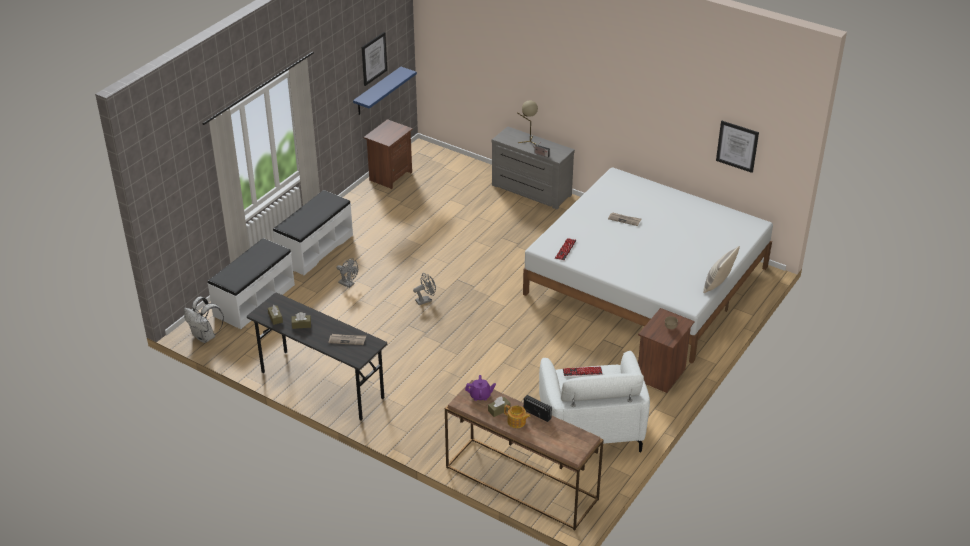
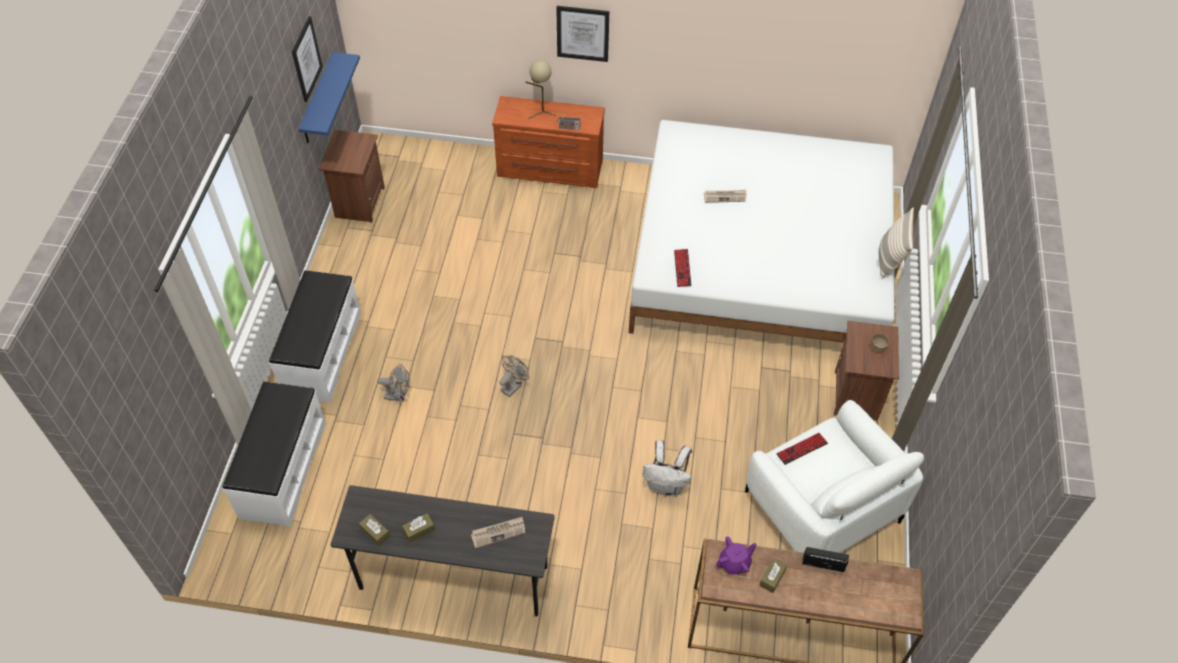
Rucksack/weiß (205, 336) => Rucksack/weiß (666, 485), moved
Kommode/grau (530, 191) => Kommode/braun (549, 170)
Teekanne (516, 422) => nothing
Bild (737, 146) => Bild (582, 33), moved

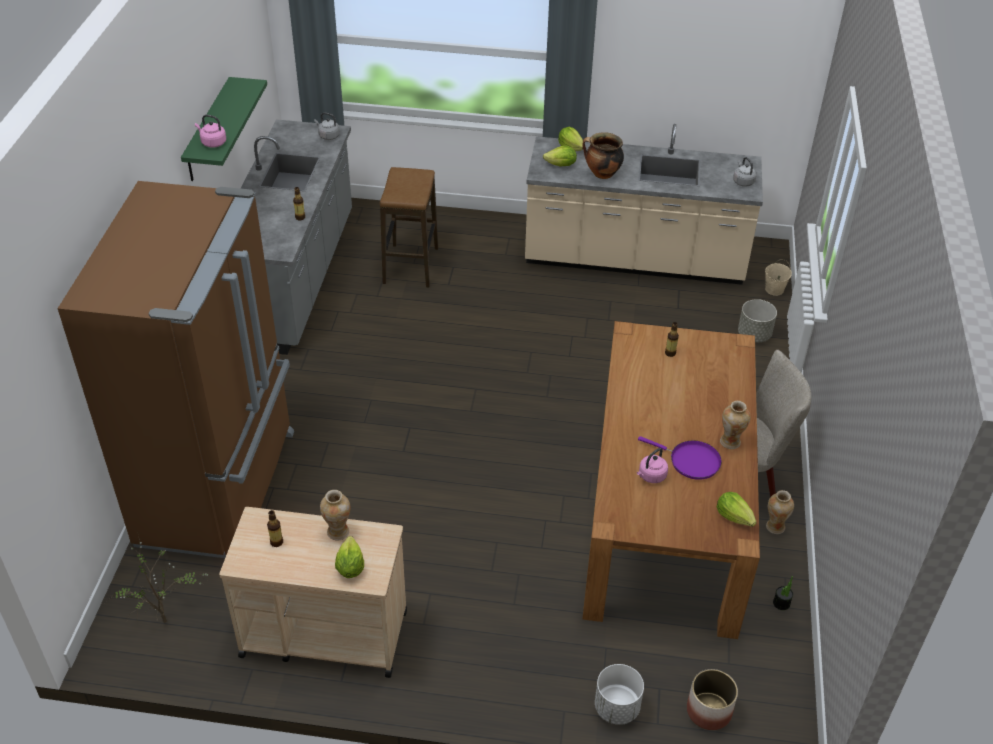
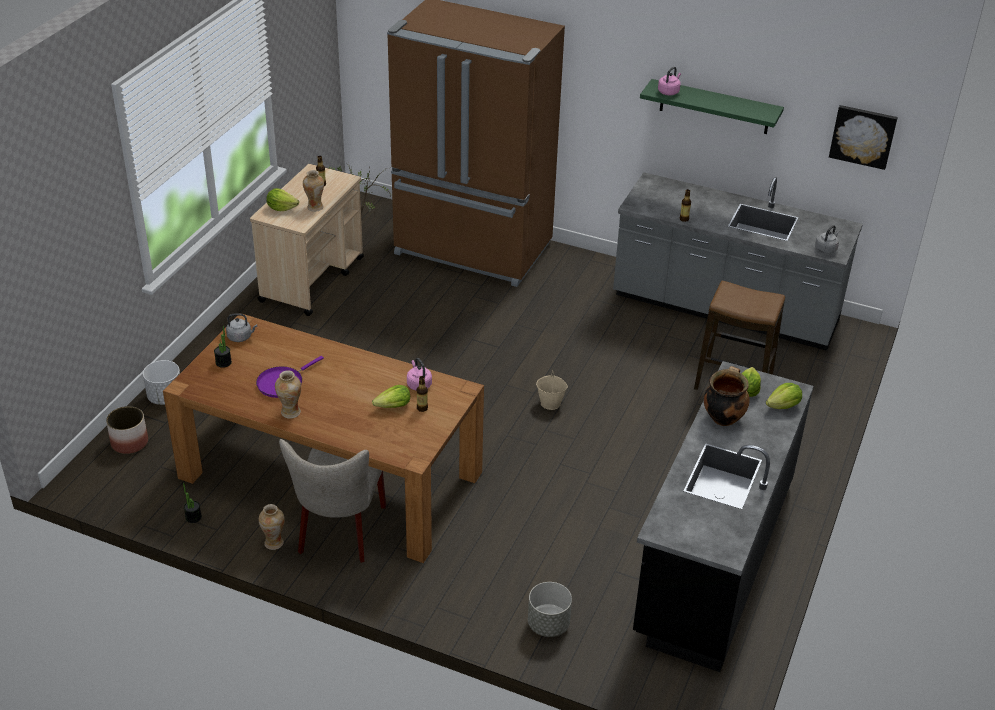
Küchenzeile/beige (634, 260) => Küchenzeile/schwarz (713, 558)
Wasserkessel/rosa (651, 476) => Wasserkessel/rosa (418, 384), moved
Salatkopf (734, 516) => Salatkopf (393, 406), moved
Wasserkessel/grau (743, 181) => Wasserkessel/grau (241, 337), moved
Eimer/beige (774, 289) => Eimer/beige (550, 403), moved
nothing => Topfpflanze (223, 362)
nothing => Bild (863, 136)

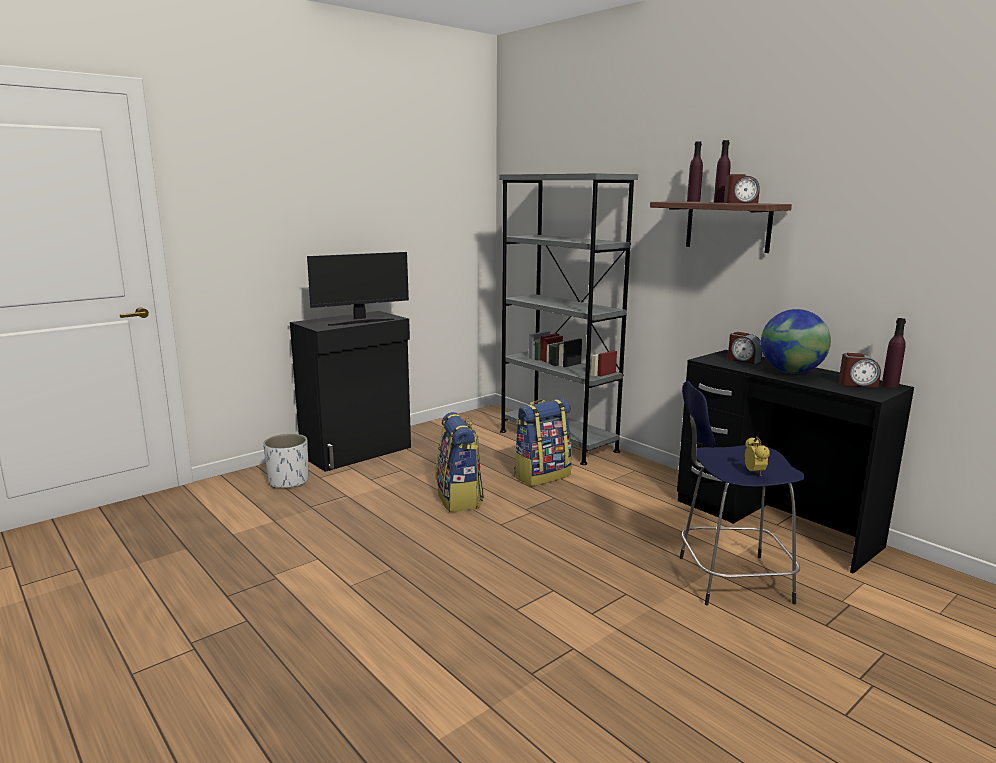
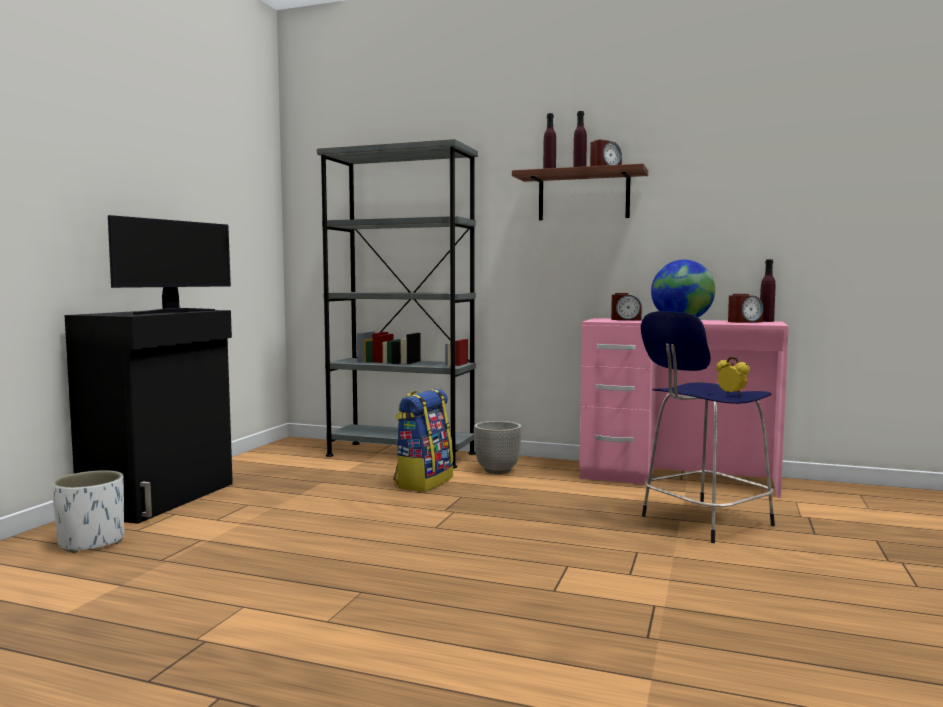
Rucksack (460, 499) => nothing
Schreibtisch/schwarz (774, 523) => Schreibtisch/rosa (678, 478)
nothing => Pflanzkübel (497, 470)

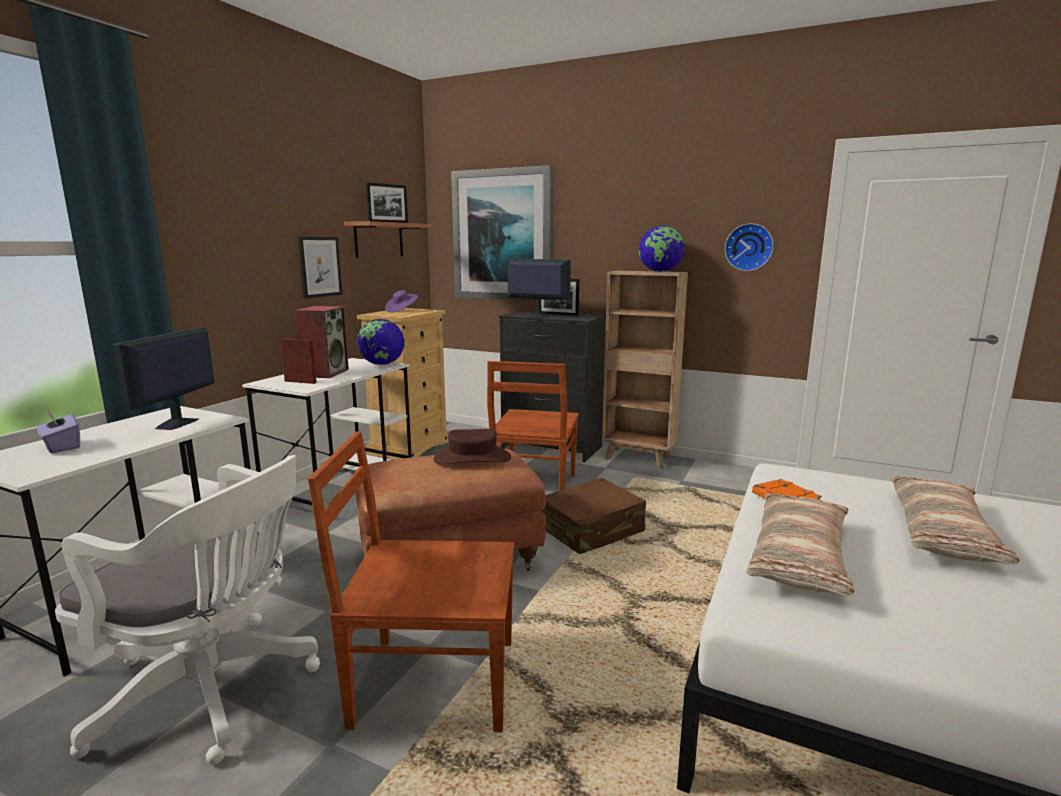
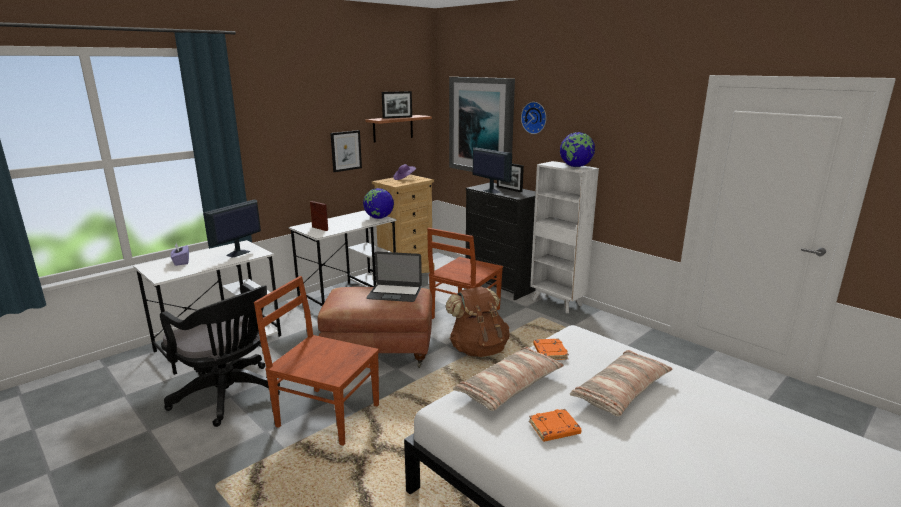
Bürostuhl/weiß (215, 691) => Bürostuhl/schwarz (230, 396)
Lautsprecher (324, 373) => nothing
Hut/braun (472, 458) => Laptop (394, 293)
Koffer/braun (591, 530) => Rucksack/braun (478, 349)
Bücherregal/braun (639, 458) => Bücherregal/weiß (557, 303)
Wanduhr (749, 247) => Wanduhr (535, 117), moved
nothing => Buch/orange (554, 429)

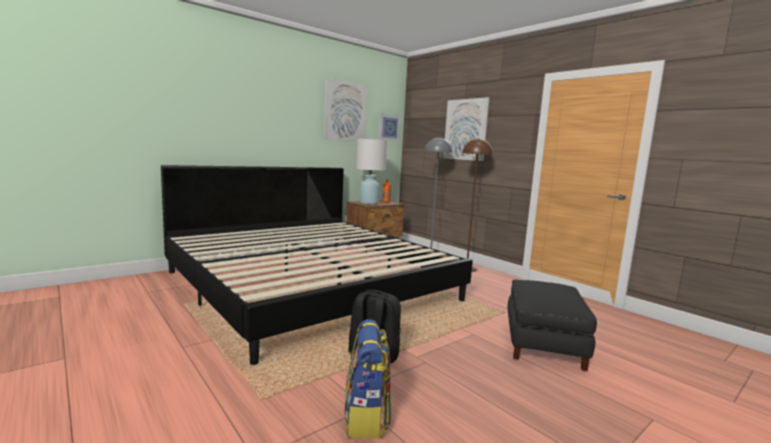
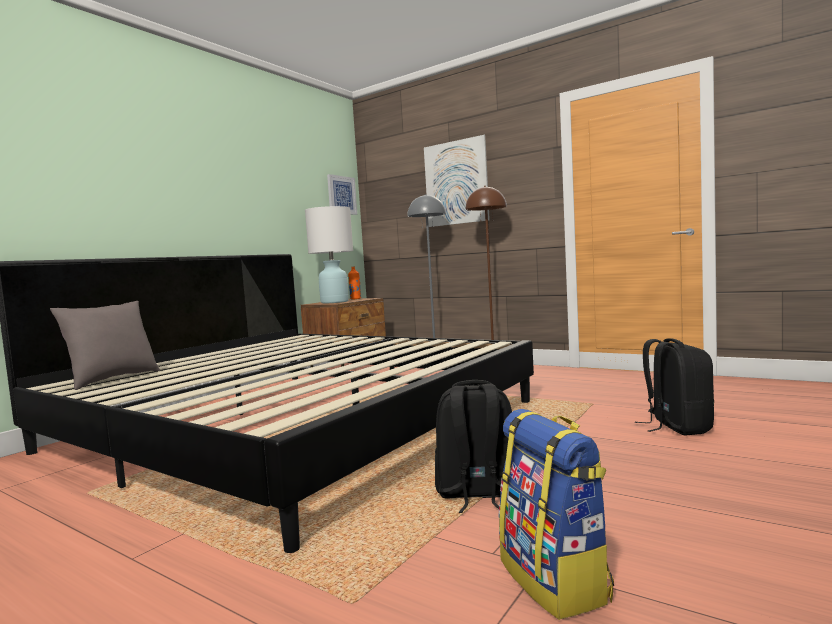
Bild (345, 111) => nothing
Polsterhocker/schwarz (542, 343) => Rucksack/schwarz (676, 427)
nothing => Kissen/grau (112, 380)

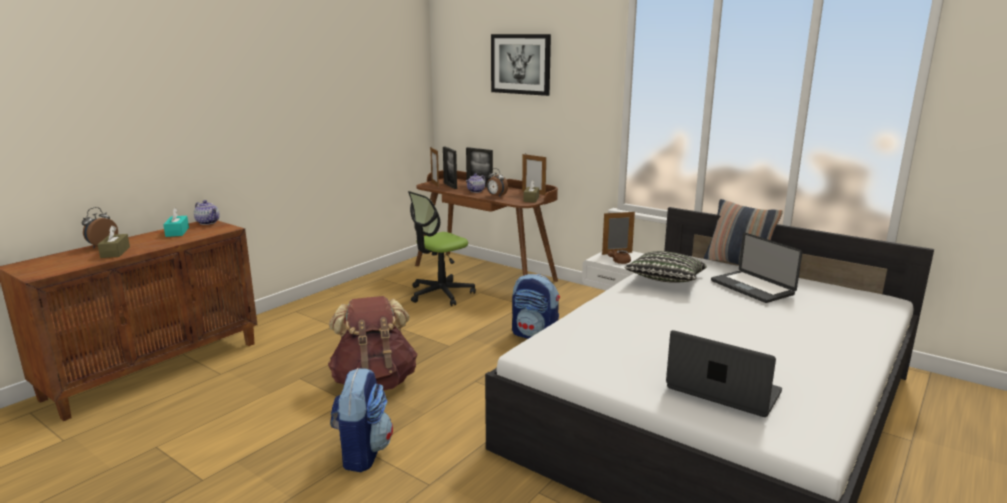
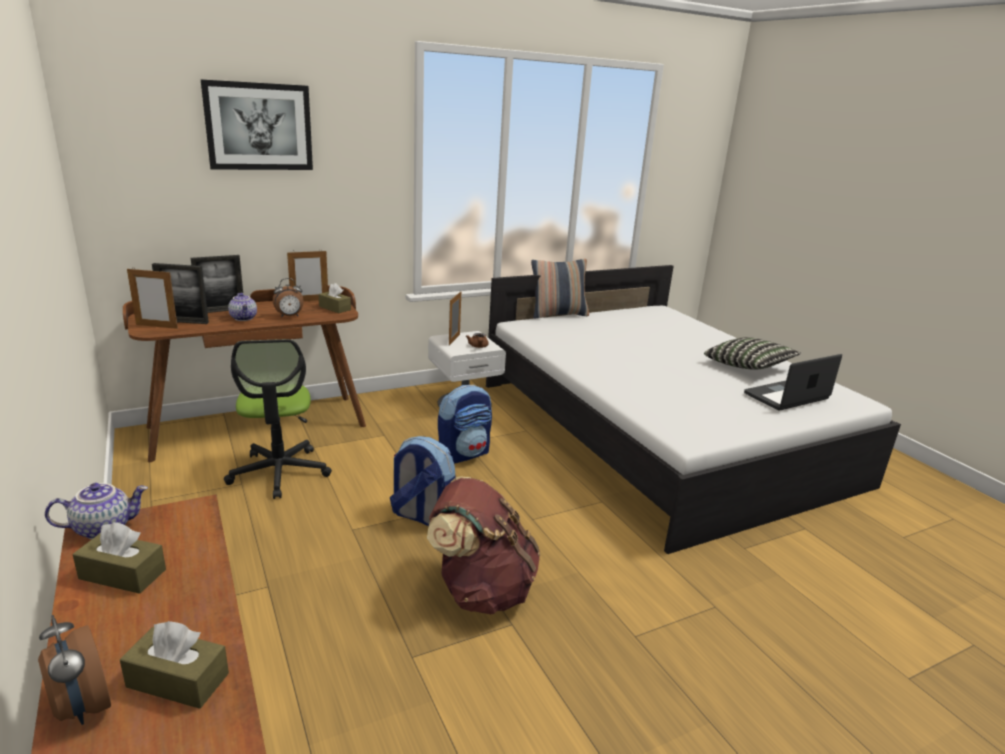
Taschentuchbox/türkis (177, 232) => Taschentuchbox/braun (123, 574)
Rucksack (362, 453) => Rucksack (422, 517), moved
Kissen (665, 281) => Kissen (748, 367), moved
Laptop (751, 288) => nothing

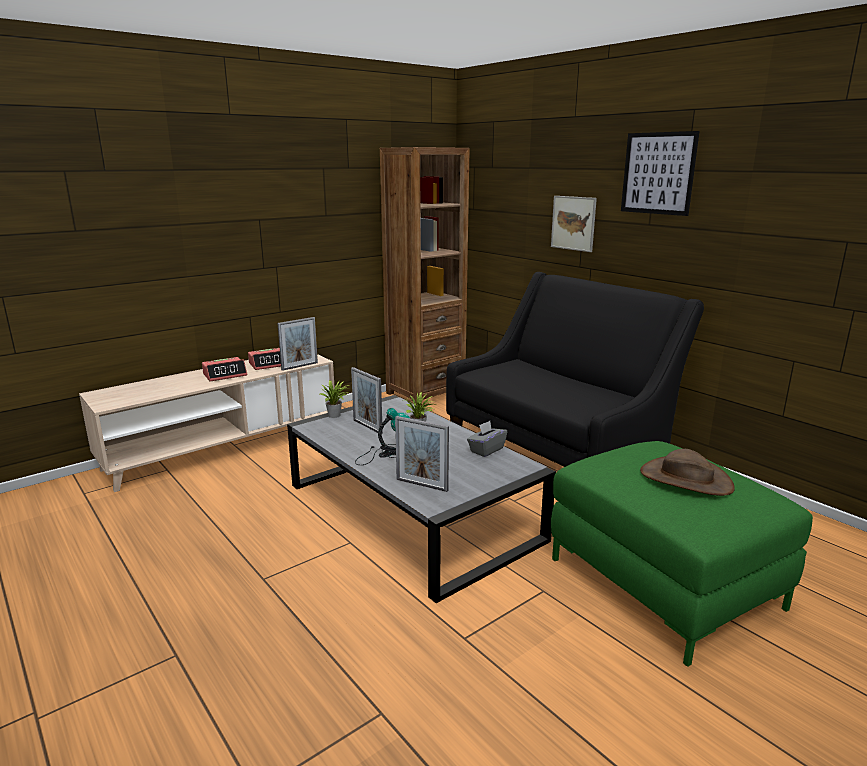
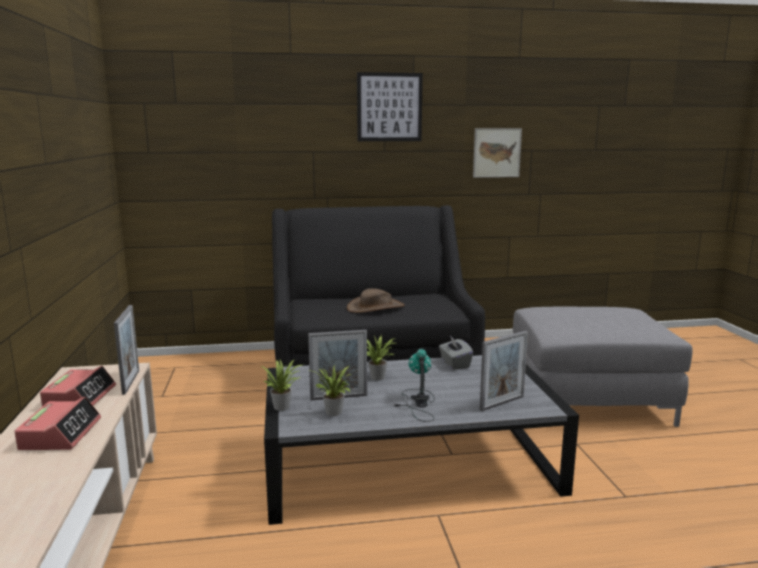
Bücherregal/braun (425, 393) => nothing
Bild (573, 223) => Bild (496, 152), moved
Polsterhocker/grün (664, 583) => Polsterhocker/grau (589, 401)
Hut/braun (685, 479) => Hut/braun (376, 307), moved
nothing => Topfpflanze (334, 413)

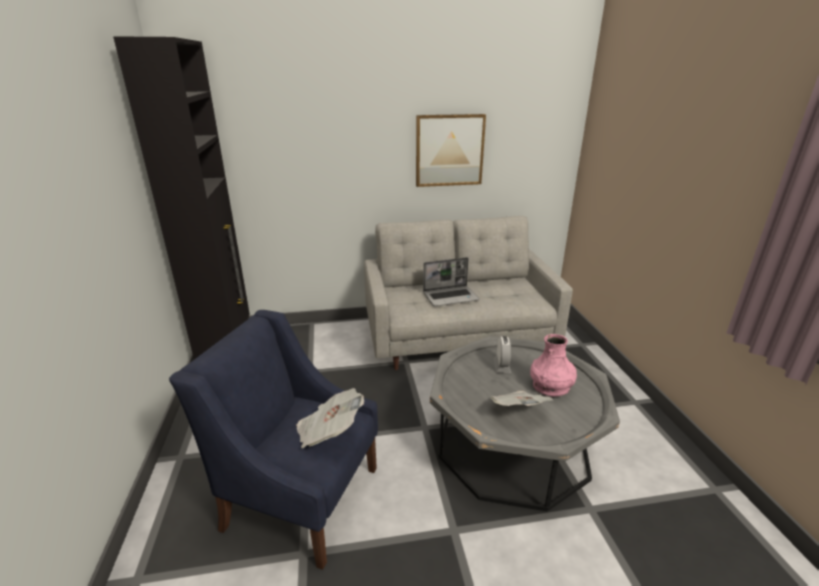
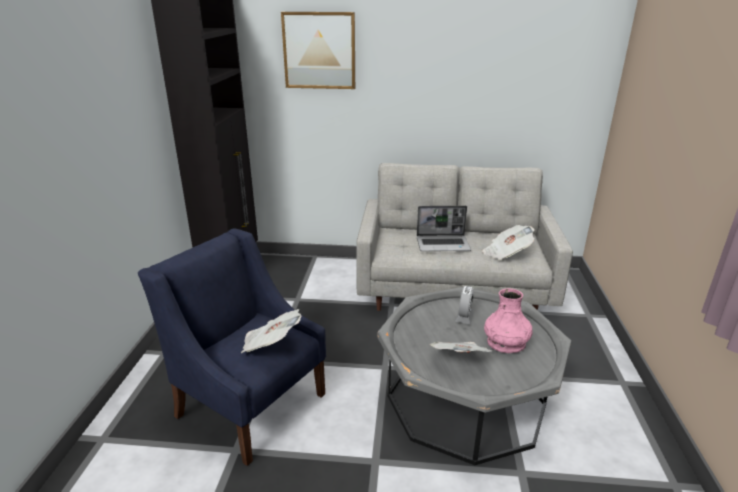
Bild (449, 150) => Bild (319, 50), moved
nothing => Zeitung (506, 253)

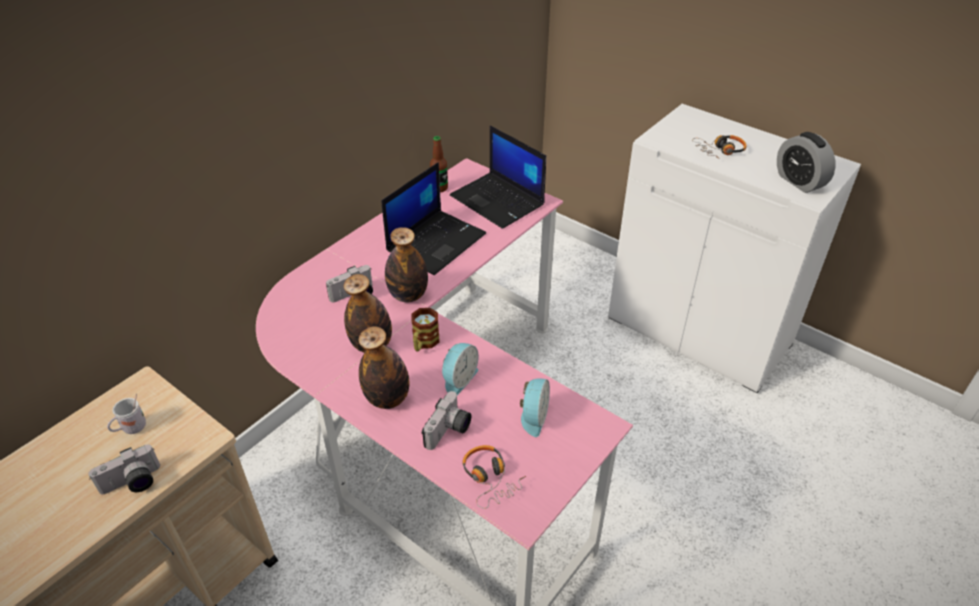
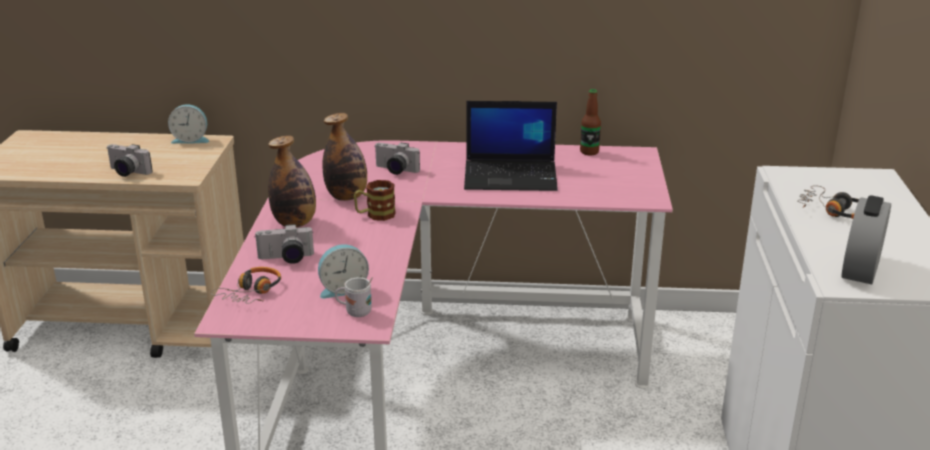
Henkelbecher/weiß (131, 429) => Henkelbecher/weiß (355, 312), moved
Flasche (408, 295) => nothing
Wecker (458, 379) => Wecker (191, 139), moved
Laptop (498, 201) => nothing

